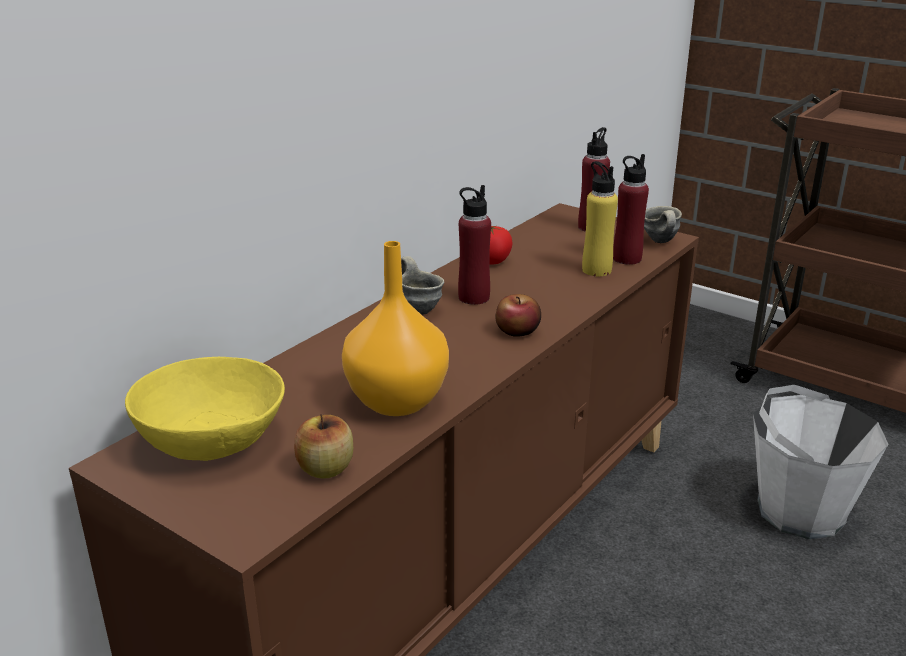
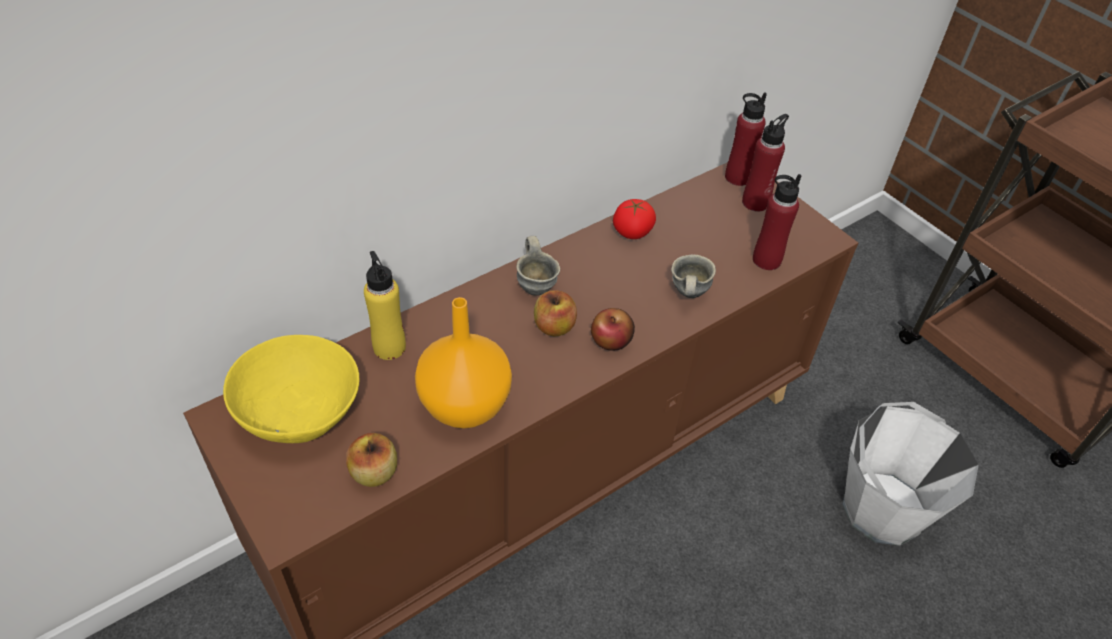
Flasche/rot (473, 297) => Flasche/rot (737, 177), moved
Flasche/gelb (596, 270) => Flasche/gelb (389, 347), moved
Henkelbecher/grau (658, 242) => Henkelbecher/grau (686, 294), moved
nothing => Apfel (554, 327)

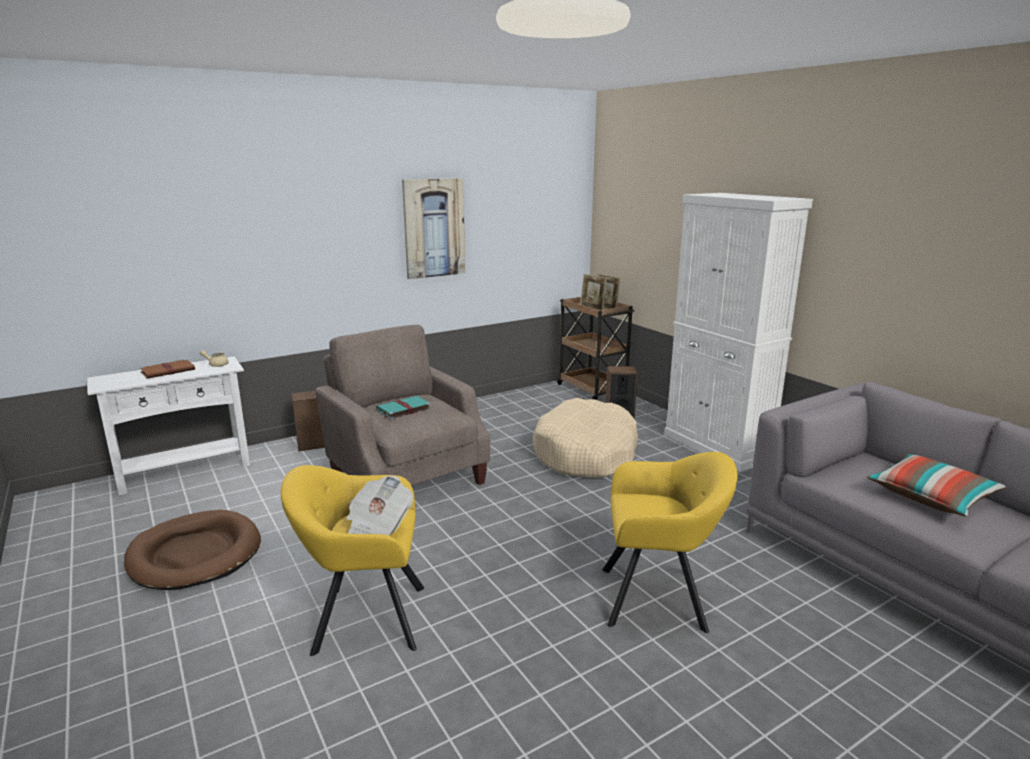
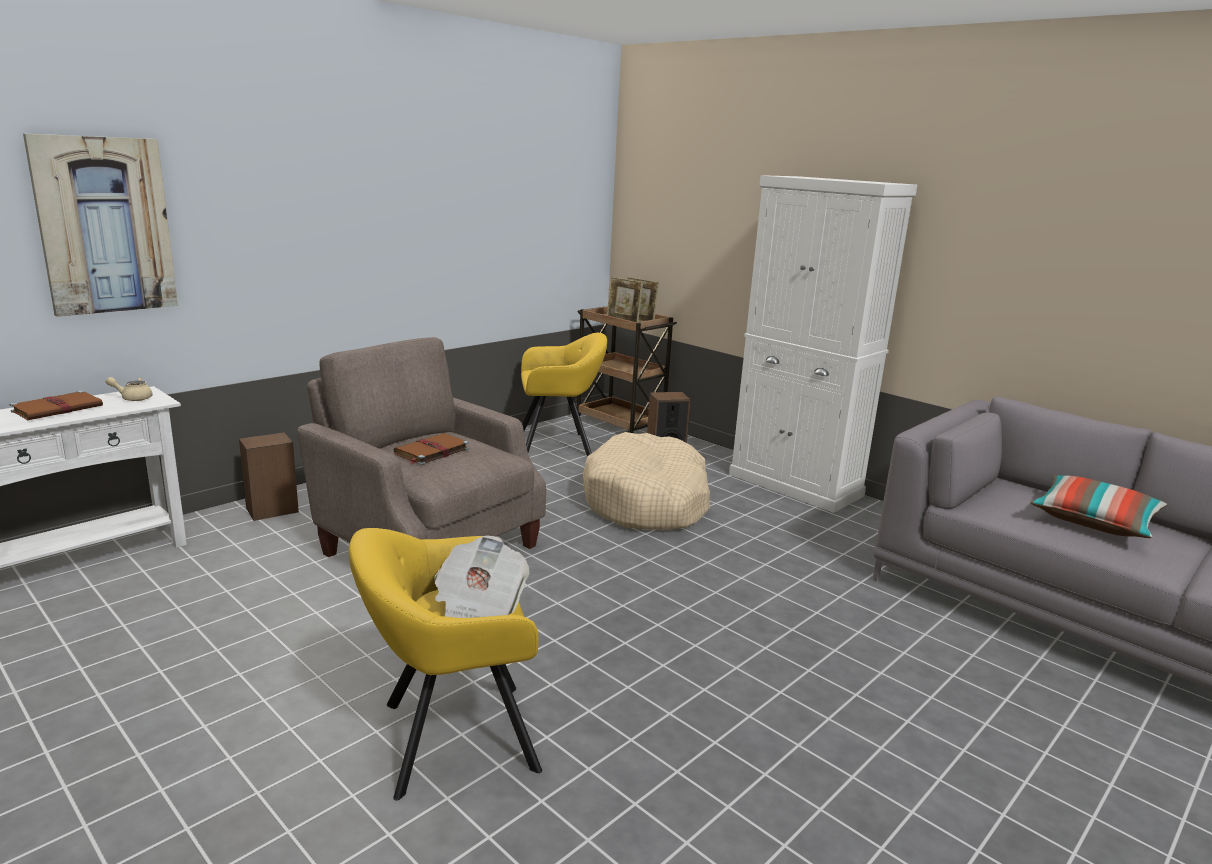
Hundebett/braun (195, 554) => nothing
Buch/türkis (403, 409) => Buch/braun (431, 452)
Bild (434, 228) => Bild (105, 226), moved
Sessel/gelb (659, 598) => Sessel/gelb (559, 445), moved

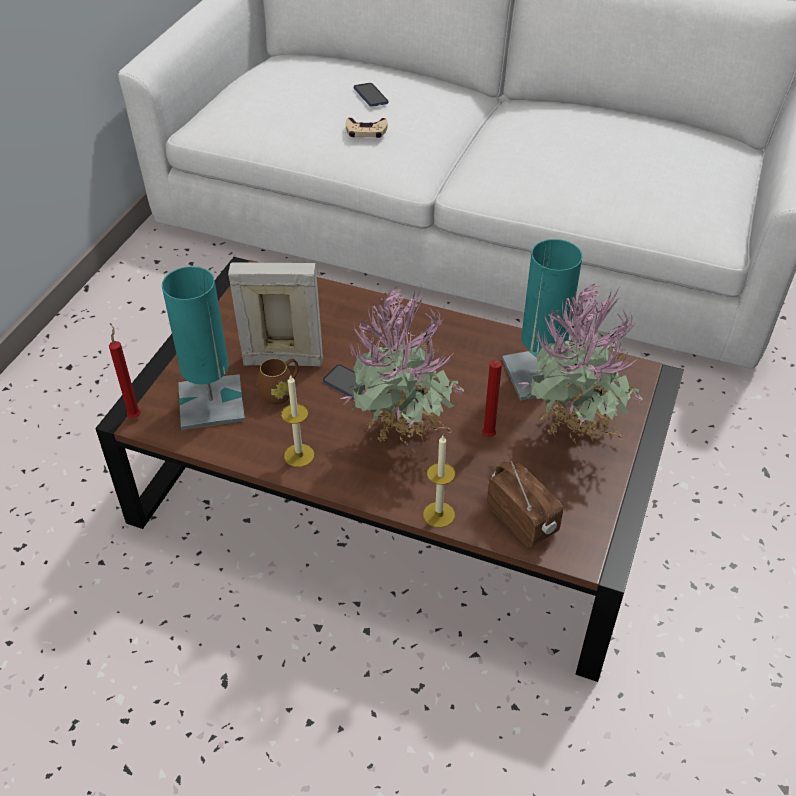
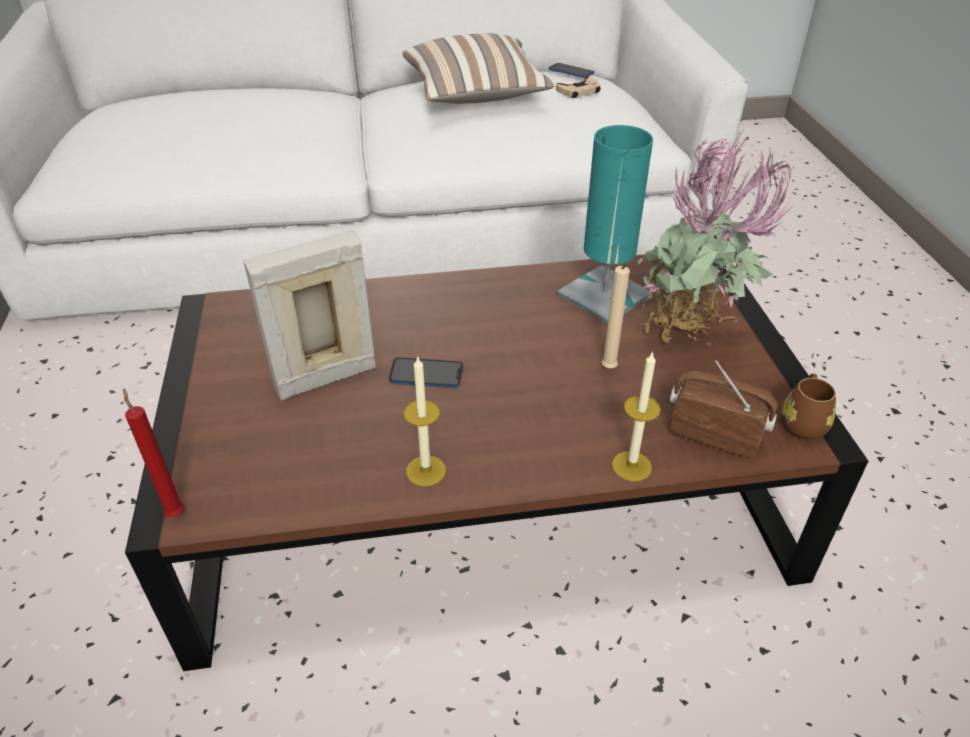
Tischlampe/türkis (211, 403) => nothing
Henkelbecher/braun (280, 392) => Henkelbecher/braun (802, 422), moved
Topfpflanze (403, 443) => nothing
Gamepad/beige (366, 131) => Gamepad/beige (579, 91), moved
Handy (370, 96) => Handy (571, 72), moved
Kerze/rot (488, 437) => Kerze/beige (610, 370)
nothing => Kissen (476, 95)

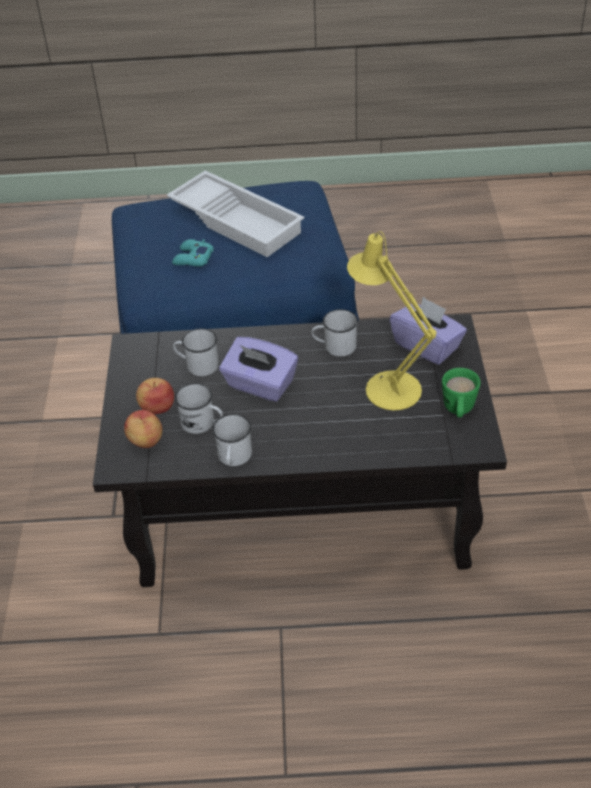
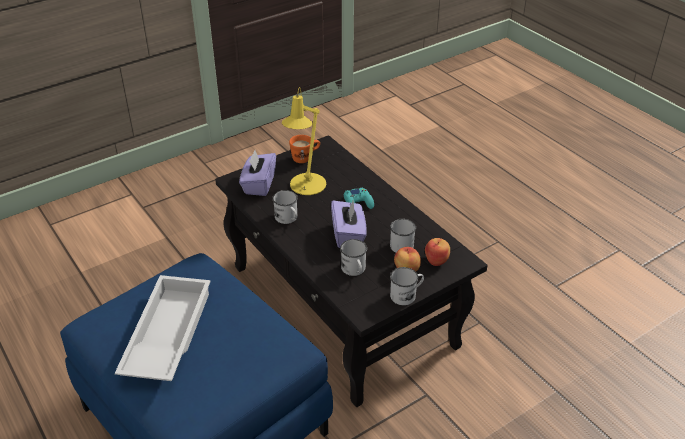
Gamepad/türkis (192, 258) => Gamepad/türkis (358, 203), moved
Henkelbecher/weiß (233, 458) => Henkelbecher/weiß (406, 295), moved
Henkelbecher/grün (458, 411) => Henkelbecher/orange (305, 158)

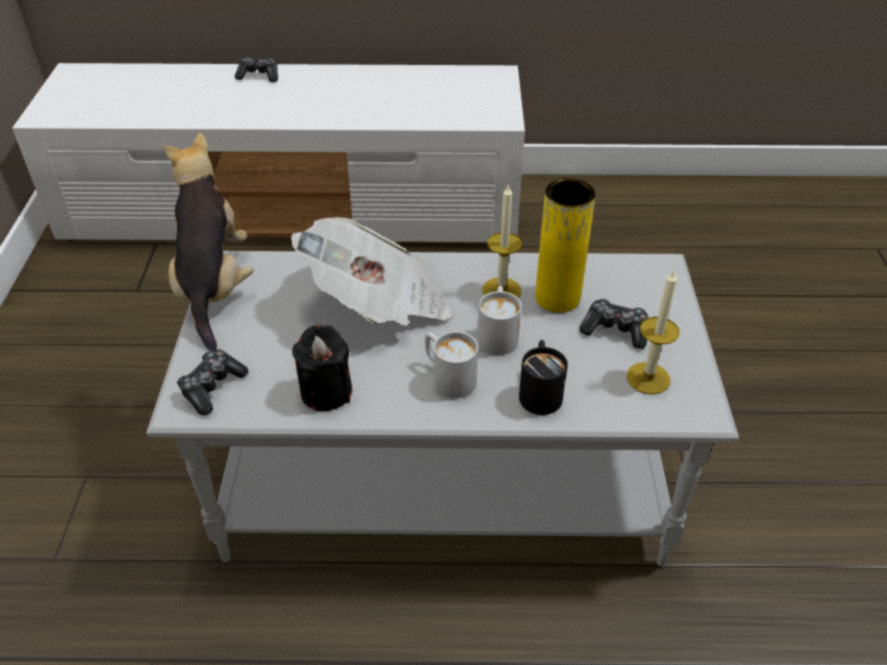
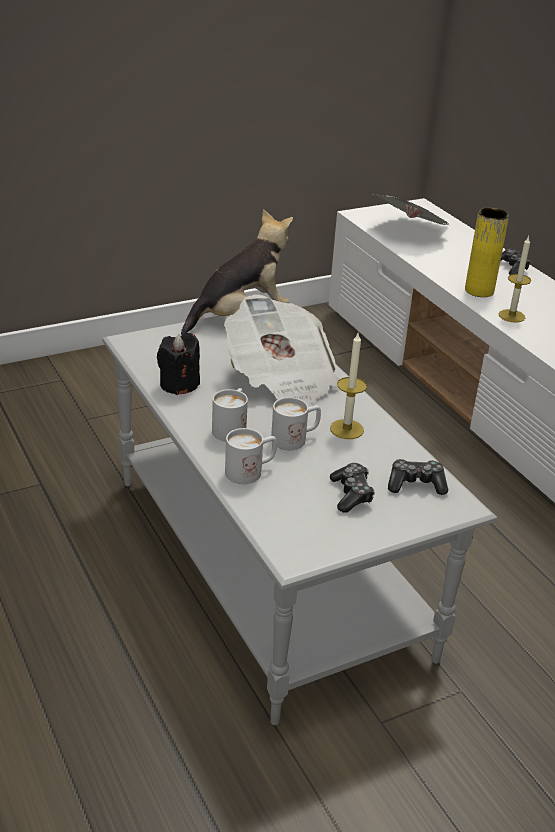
Gamepad (212, 387) => Gamepad (416, 484), moved
Henkelbecher/schwarz (540, 391) => Henkelbecher/weiß (251, 471)
Vase/gelb (557, 298) => Vase/gelb (479, 291), moved
Kerze (648, 378) => Kerze (511, 316), moved
nothing => Zeitung (411, 232)

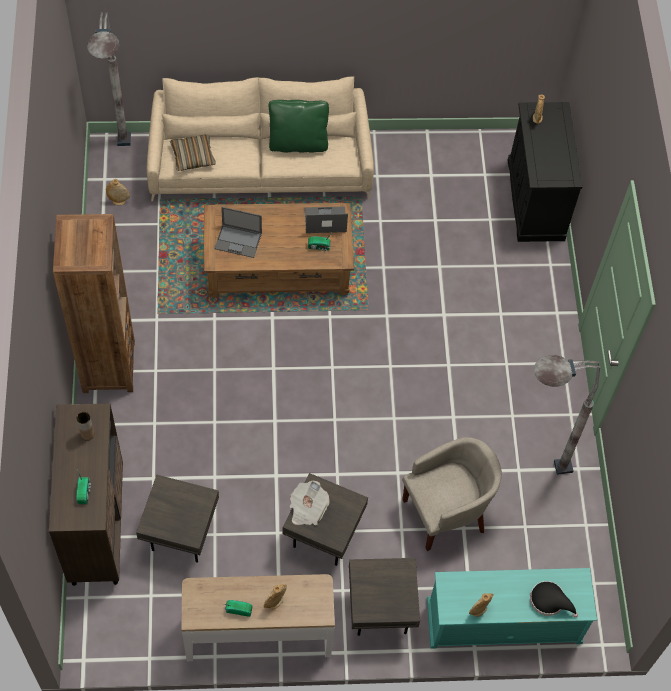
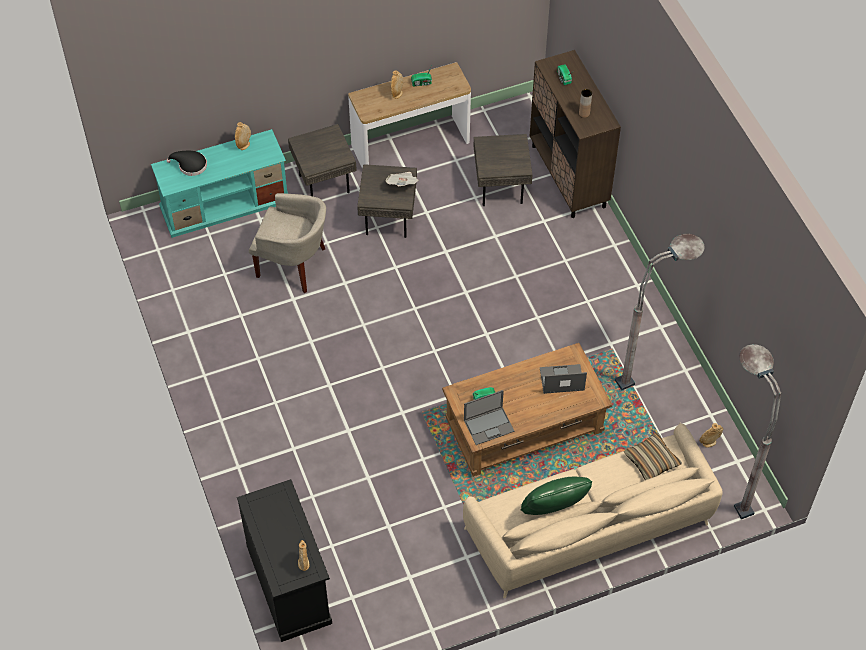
Bücherregal/braun (108, 366) => nothing
Sessel/beige (446, 512) => Sessel/beige (294, 265), 120 degrees counterclockwise
Stehlampe/grau (530, 470) => Stehlampe/grau (651, 371), moved

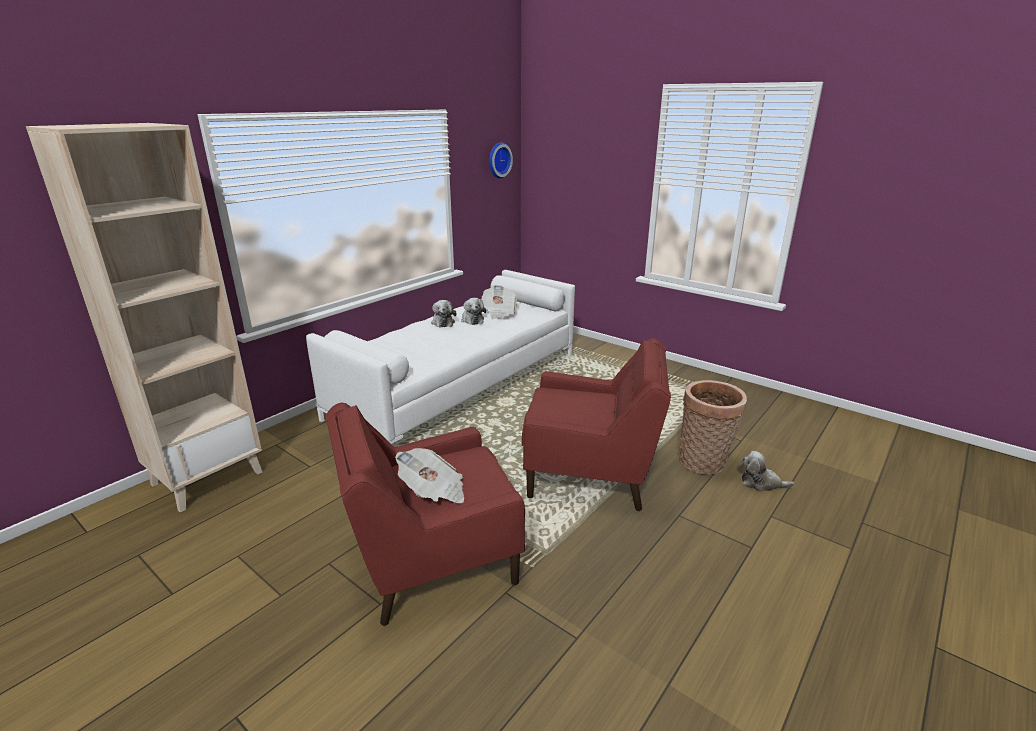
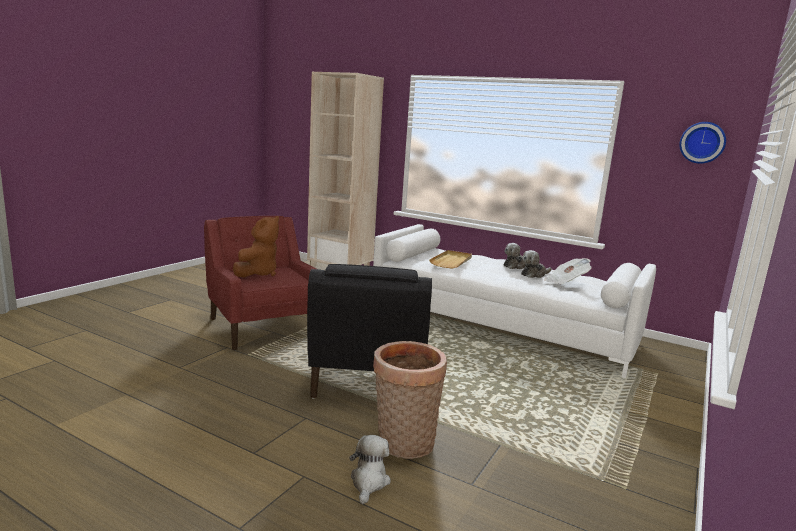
Zeitung (433, 491) => Plüschtier/braun (258, 273)
Sessel/rot (591, 473) => Sessel/schwarz (367, 379)
nothing => Tablett/beige (452, 261)

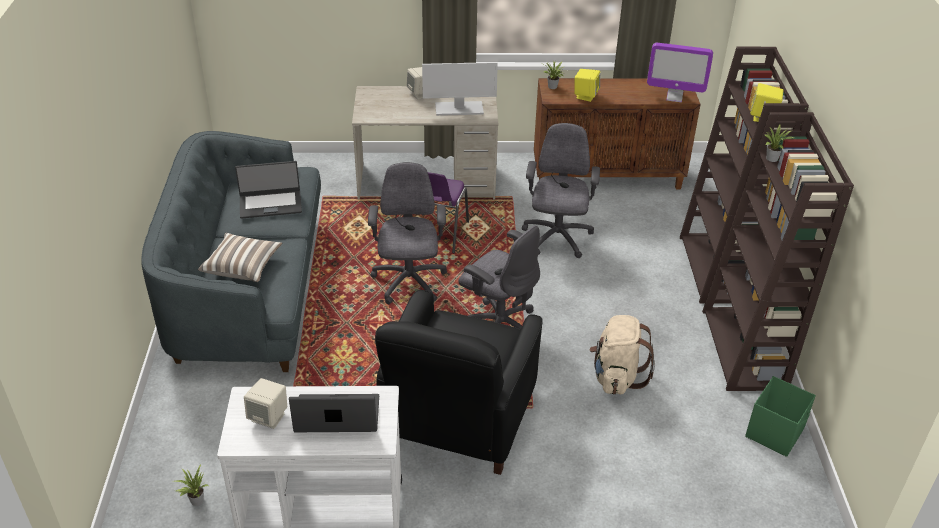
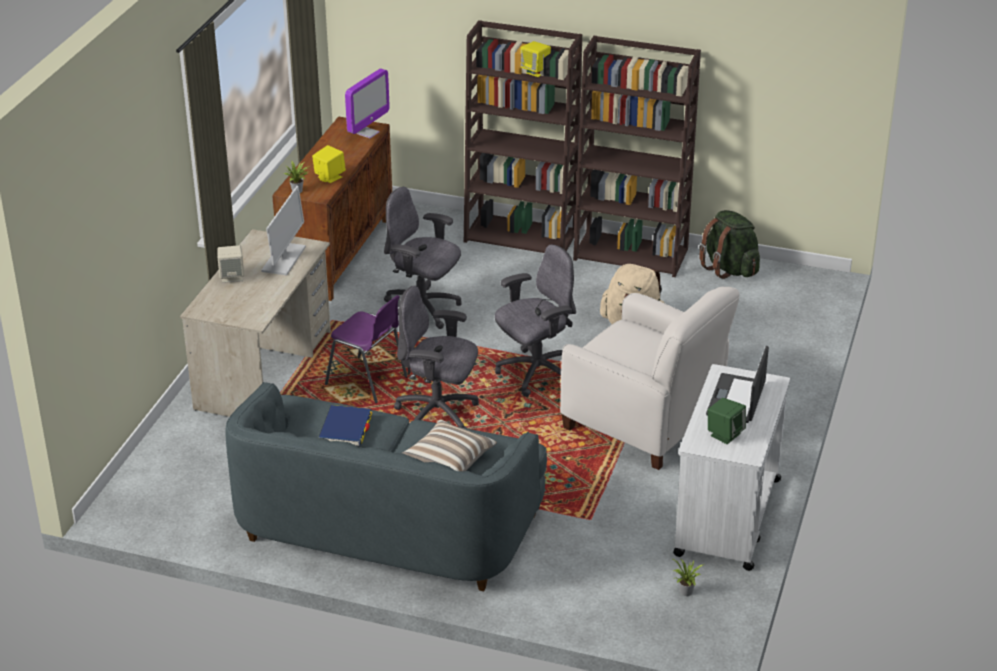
Laptop (270, 204) => Buch/blau (345, 428)
Lautsprecher/beige (269, 417) => Lautsprecher/grün (725, 434)
Sessel/schwarz (458, 417) => Sessel/weiß (645, 421)
Aufbewahrungsbox/grün (775, 432) => Rucksack/grün (729, 269)
Topfpflanze (773, 159) => nothing

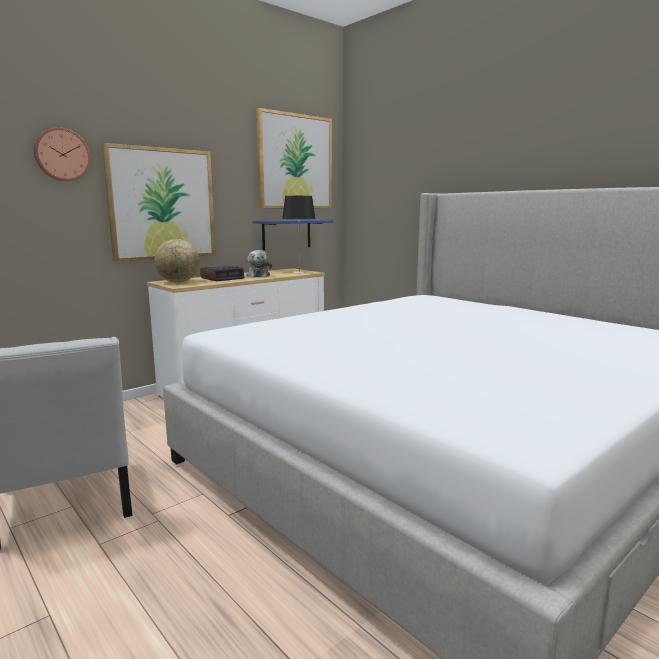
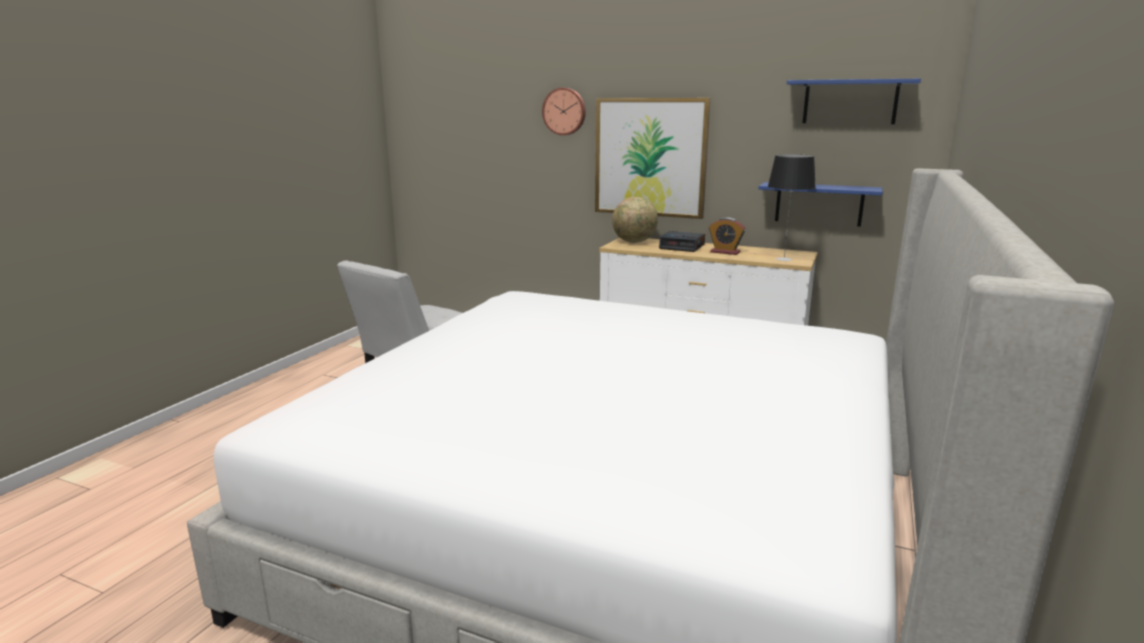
Plüschtier (258, 275) => Wecker (725, 252)
Bild (295, 162) => Wandregal/blau (850, 102)

